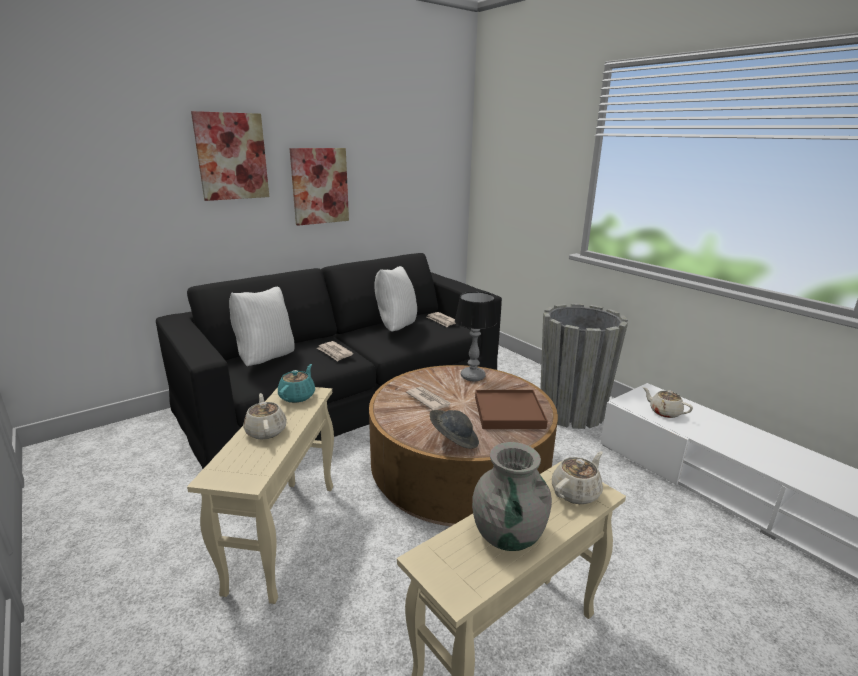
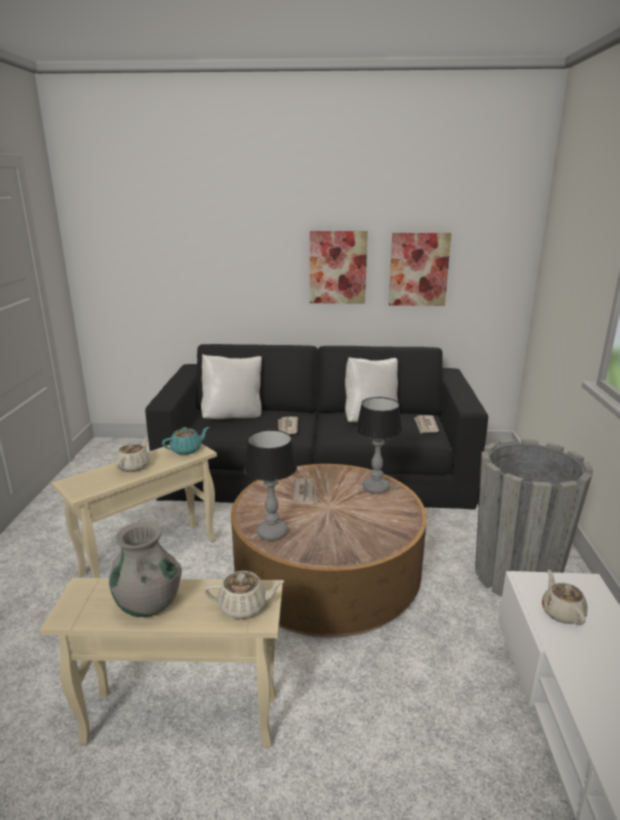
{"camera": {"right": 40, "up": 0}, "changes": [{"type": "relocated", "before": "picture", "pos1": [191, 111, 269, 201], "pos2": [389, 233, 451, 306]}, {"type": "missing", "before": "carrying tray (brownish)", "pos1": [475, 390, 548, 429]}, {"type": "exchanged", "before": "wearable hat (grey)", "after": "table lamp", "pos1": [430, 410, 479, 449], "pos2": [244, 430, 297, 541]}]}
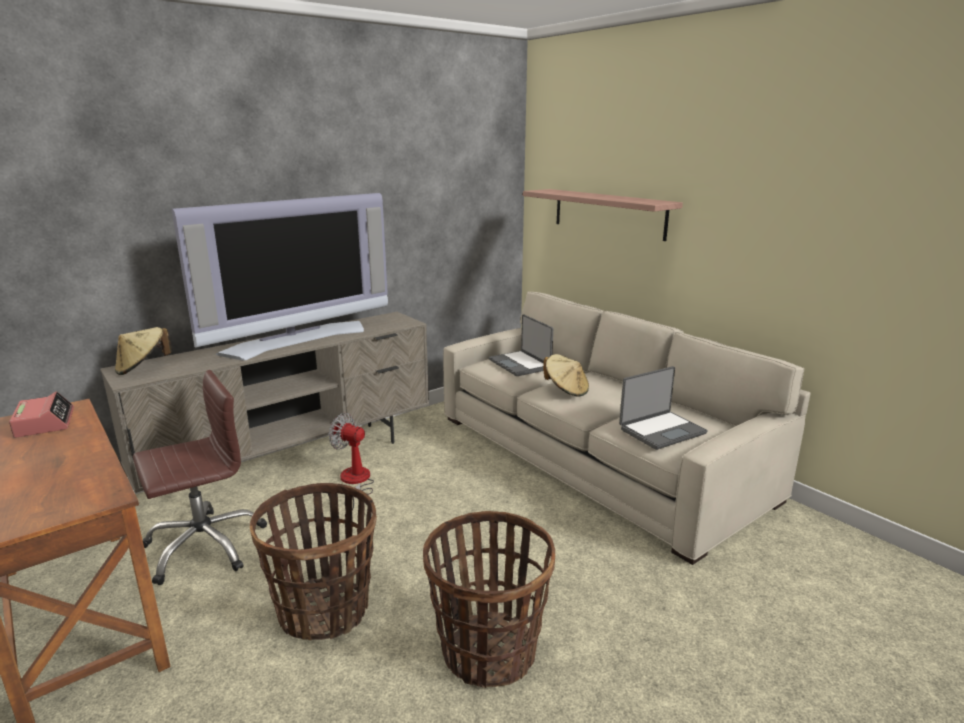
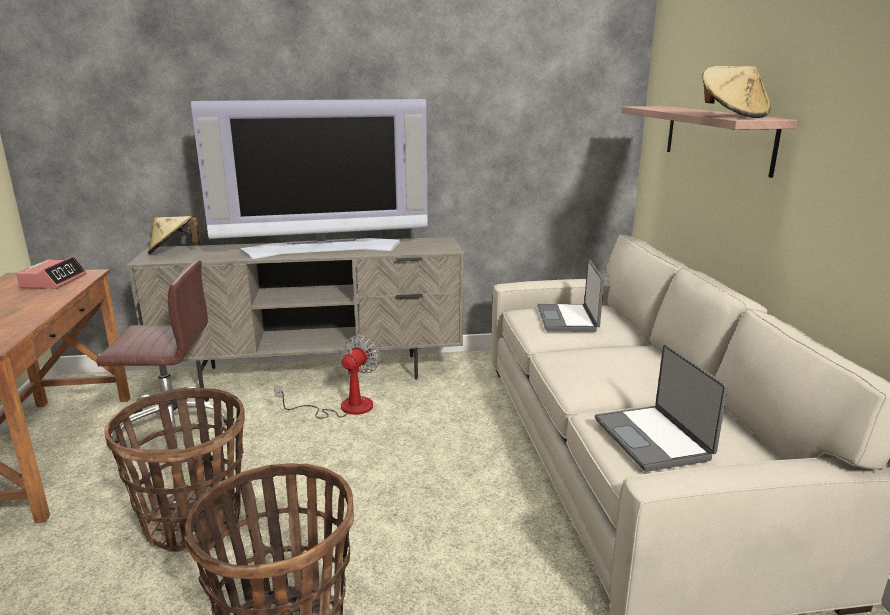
{"camera": {"right": 30, "up": 0}, "changes": [{"type": "relocated", "before": "wearable hat (sand-coloured)", "pos1": [543, 354, 589, 397], "pos2": [702, 66, 771, 118]}, {"type": "spun", "before": "laptop", "pos1": [619, 366, 707, 450], "pos2": [595, 344, 728, 472], "turn": 75}, {"type": "spun", "before": "cooling fan", "pos1": [328, 413, 374, 510], "pos2": [274, 335, 380, 419], "turn": 60}]}
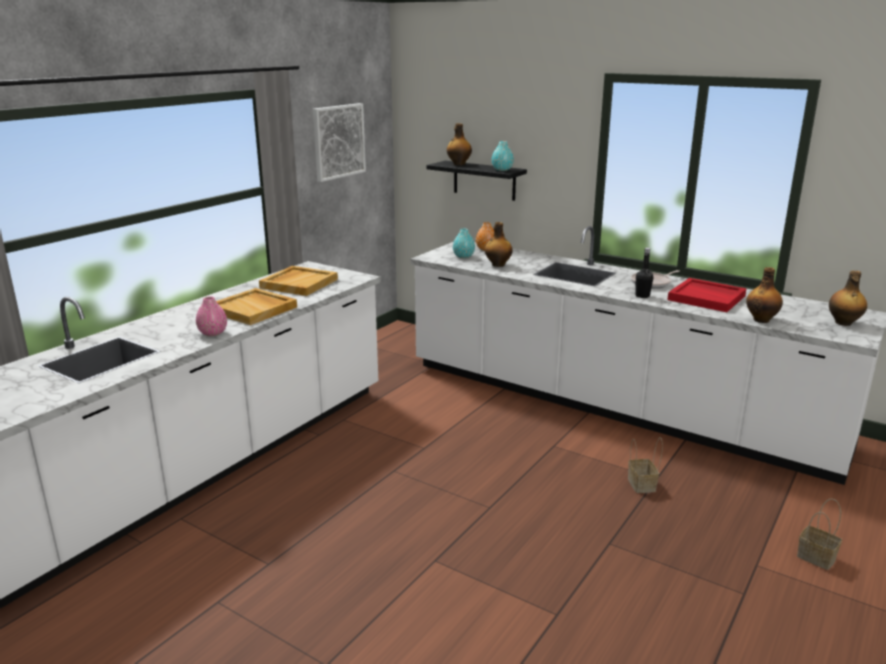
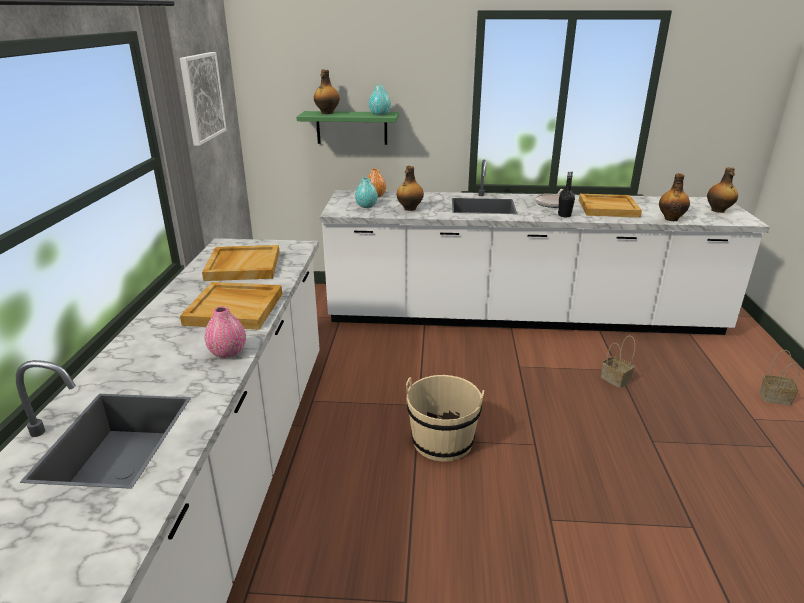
{"camera": {"right": -30, "up": 5}, "changes": [{"type": "colour", "before": "wall shelf (black)", "after": "wall shelf (green)", "pos1": [427, 161, 527, 201], "pos2": [297, 111, 399, 145]}, {"type": "colour", "before": "carrying tray (red)", "after": "carrying tray (sand-coloured)", "pos1": [667, 278, 747, 312], "pos2": [579, 194, 642, 218]}, {"type": "appeared", "after": "bucket (sand-coloured)", "pos2": [406, 375, 484, 462]}]}
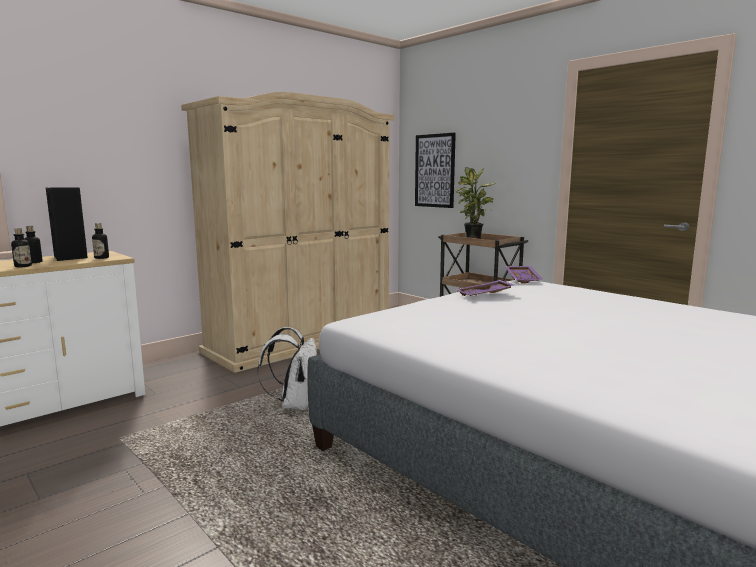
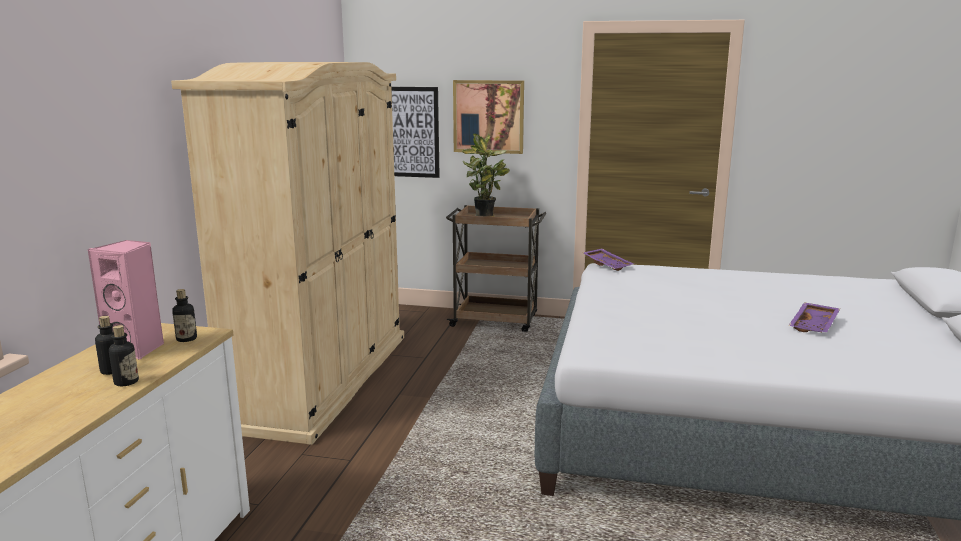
{"camera": {"right": -35, "up": 5}, "changes": [{"type": "colour", "before": "speaker (black)", "after": "speaker (pink-coloured)", "pos1": [46, 187, 88, 261], "pos2": [88, 240, 164, 360]}, {"type": "relocated", "before": "carrying tray (purple)", "pos1": [456, 280, 514, 296], "pos2": [788, 303, 840, 332]}, {"type": "missing", "before": "backpack (white-coloured)", "pos1": [257, 327, 317, 411]}, {"type": "appeared", "after": "picture", "pos2": [453, 80, 524, 154]}]}
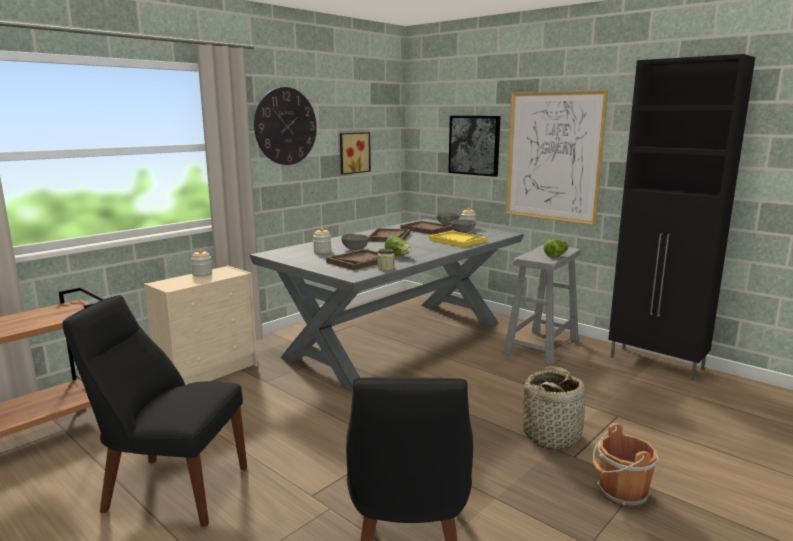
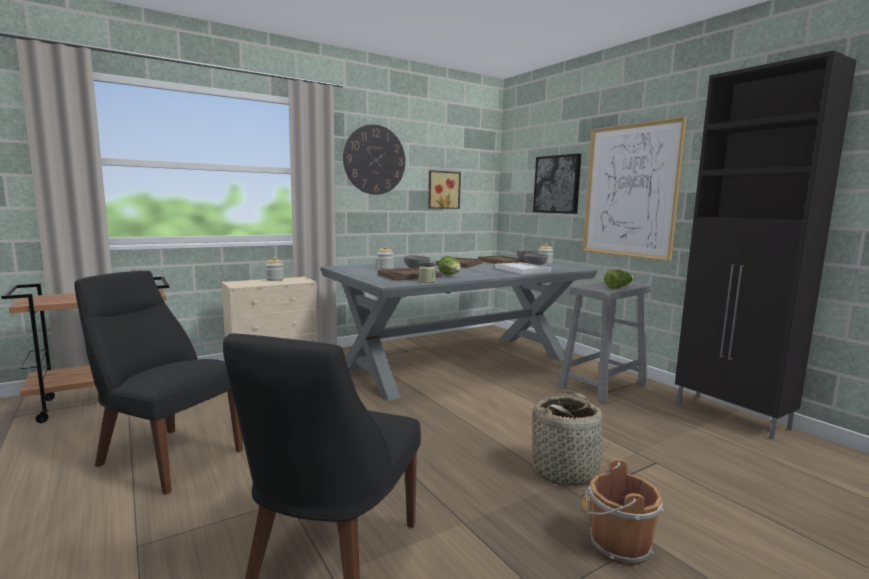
{"camera": {"right": 15, "up": -5}, "changes": [{"type": "colour", "before": "carrying tray (yellow-coloured)", "after": "carrying tray (white-coloured)", "pos1": [429, 231, 487, 247], "pos2": [495, 262, 551, 274]}]}
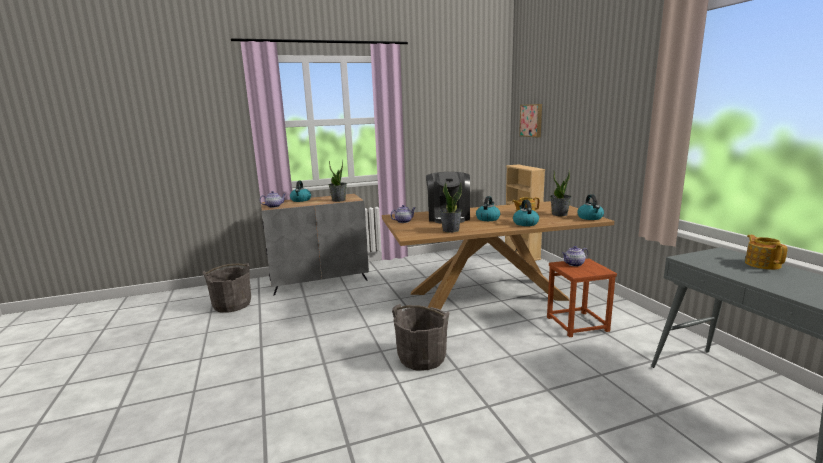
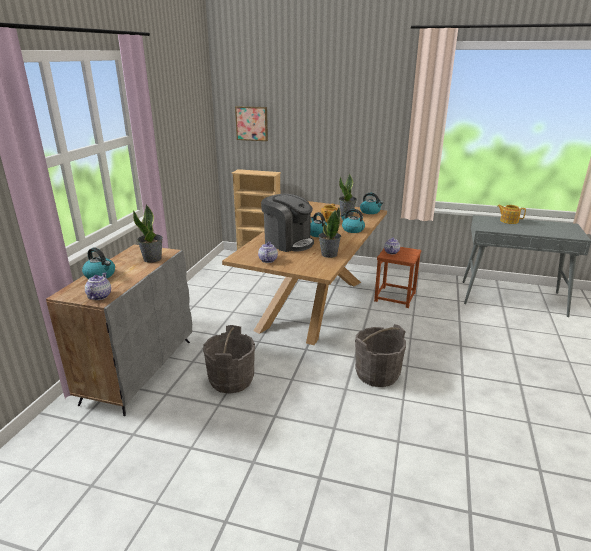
{"camera": {"right": -55, "up": 10}, "changes": [{"type": "relocated", "before": "bucket (grey)", "pos1": [203, 263, 251, 313], "pos2": [203, 325, 255, 394]}]}
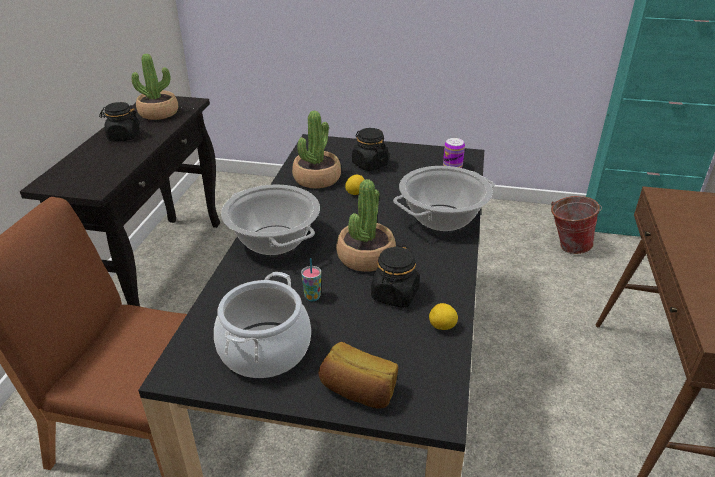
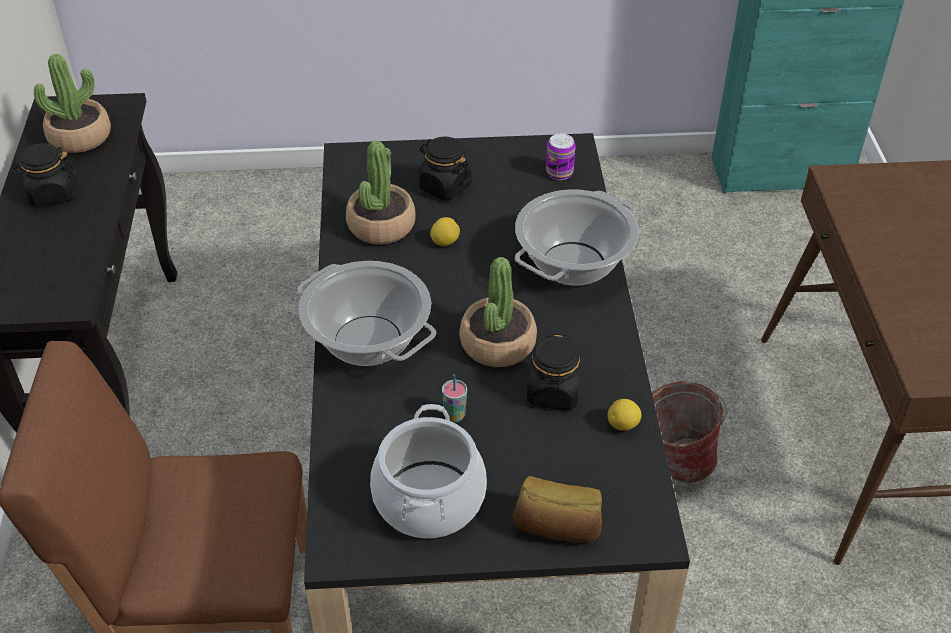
{"camera": {"right": -15, "up": 10}, "changes": [{"type": "relocated", "before": "bucket", "pos1": [551, 196, 602, 254], "pos2": [652, 381, 727, 483]}]}
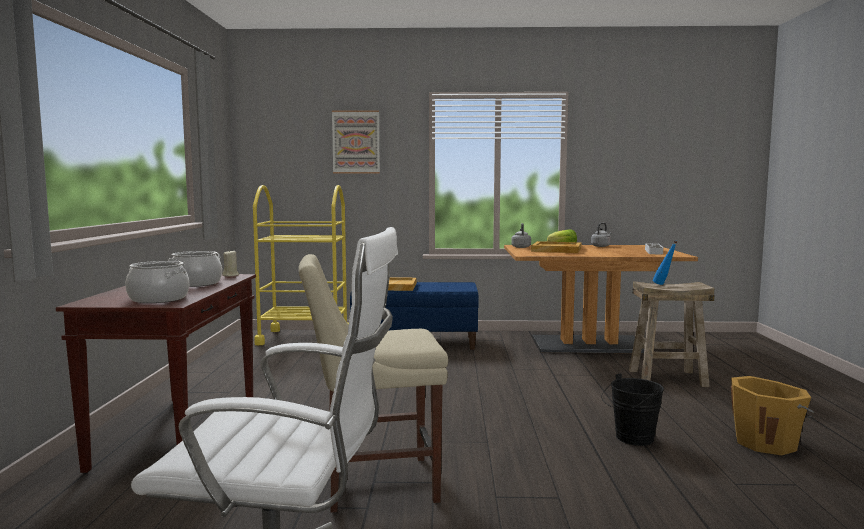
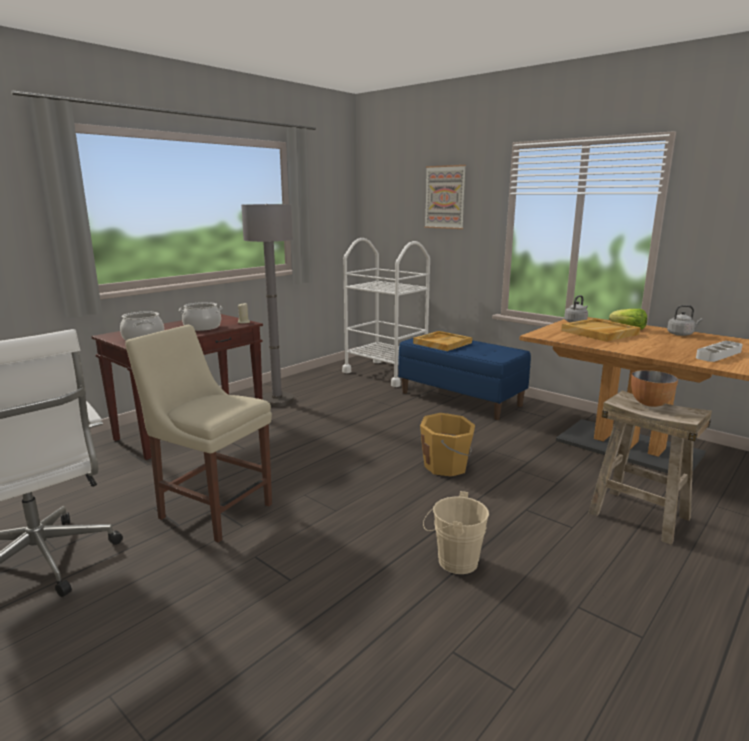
{"camera": {"right": 40, "up": 10}, "changes": [{"type": "colour", "before": "cart (yellow-coloured)", "after": "cart (white-coloured)", "pos1": [253, 185, 349, 345], "pos2": [342, 238, 430, 387]}, {"type": "exchanged", "before": "drink bottle (blue-coloured)", "after": "deep dish", "pos1": [653, 240, 678, 285], "pos2": [631, 370, 678, 407]}, {"type": "colour", "before": "bucket (black)", "after": "bucket (sand-coloured)", "pos1": [601, 374, 664, 446], "pos2": [423, 491, 489, 574]}, {"type": "relocated", "before": "bucket (orangey)", "pos1": [731, 376, 814, 455], "pos2": [420, 413, 475, 477]}, {"type": "appeared", "after": "standing lamp (grey)", "pos2": [241, 204, 294, 407]}]}
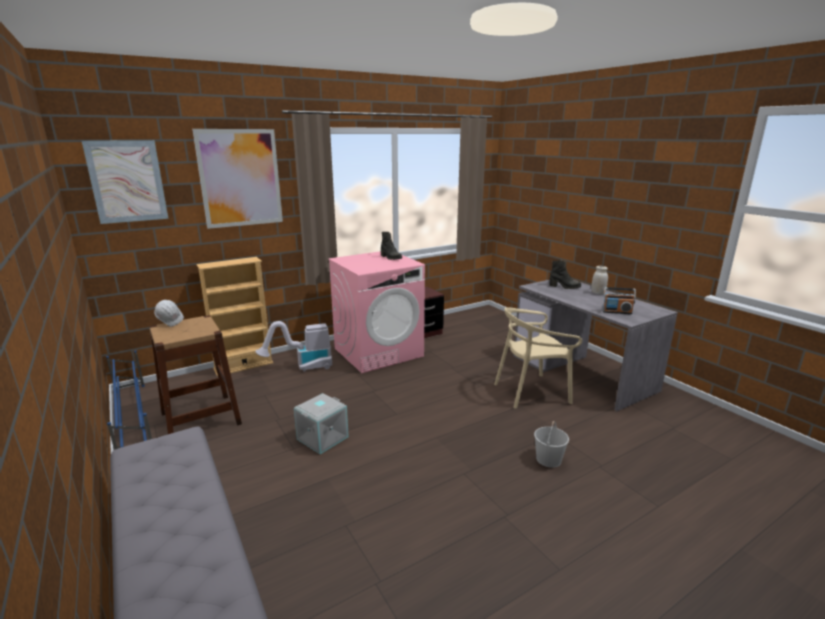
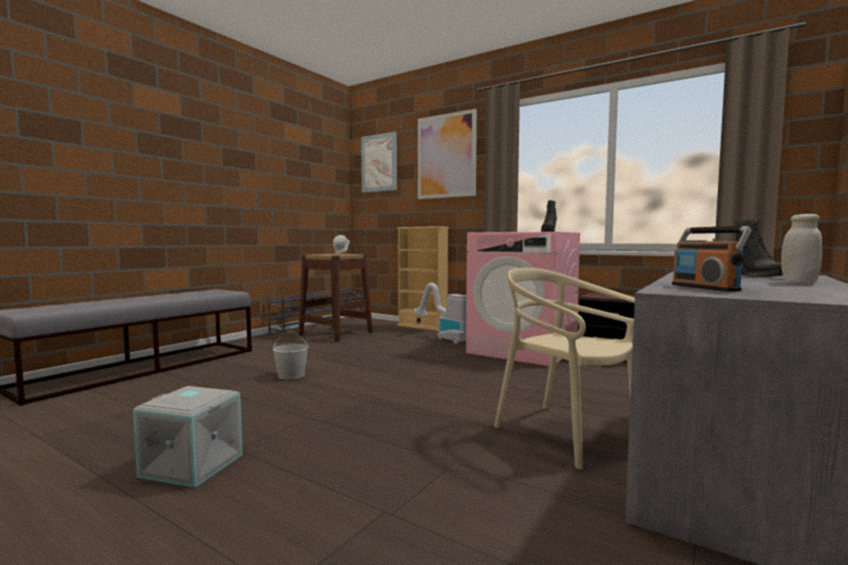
{"camera": {"right": 65, "up": -15}, "changes": [{"type": "relocated", "before": "storage bin (grey)", "pos1": [294, 393, 349, 454], "pos2": [133, 386, 243, 488]}, {"type": "relocated", "before": "bucket (white-coloured)", "pos1": [534, 421, 569, 468], "pos2": [273, 331, 308, 380]}]}
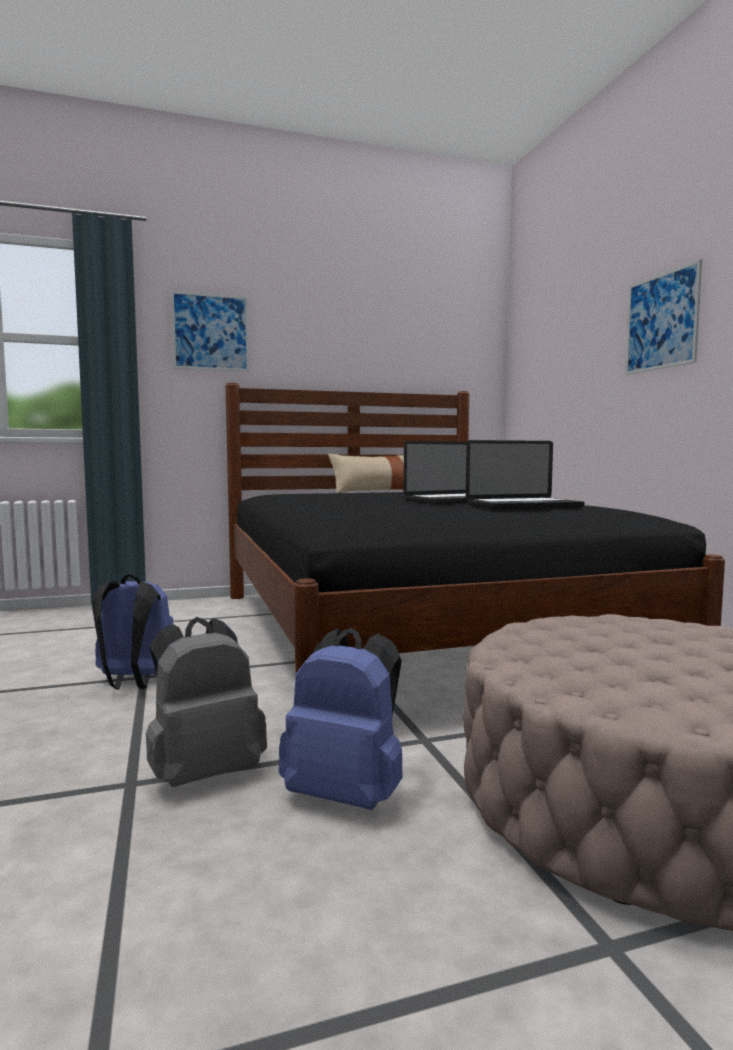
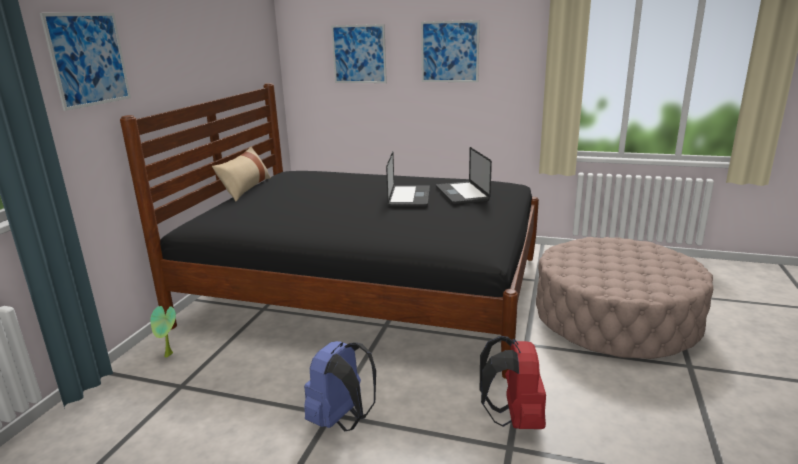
{"camera": {"right": -55, "up": 15}, "changes": [{"type": "spun", "before": "laptop", "pos1": [466, 440, 584, 510], "pos2": [436, 147, 492, 205], "turn": 150}, {"type": "colour", "before": "backpack (grey)", "after": "backpack (red)", "pos1": [146, 617, 267, 787], "pos2": [480, 336, 546, 429]}, {"type": "missing", "before": "backpack (blue-coloured)", "pos1": [279, 628, 403, 810]}, {"type": "appeared", "after": "picture", "pos2": [331, 24, 387, 83]}, {"type": "appeared", "after": "houseplant", "pos2": [150, 306, 176, 358]}]}
